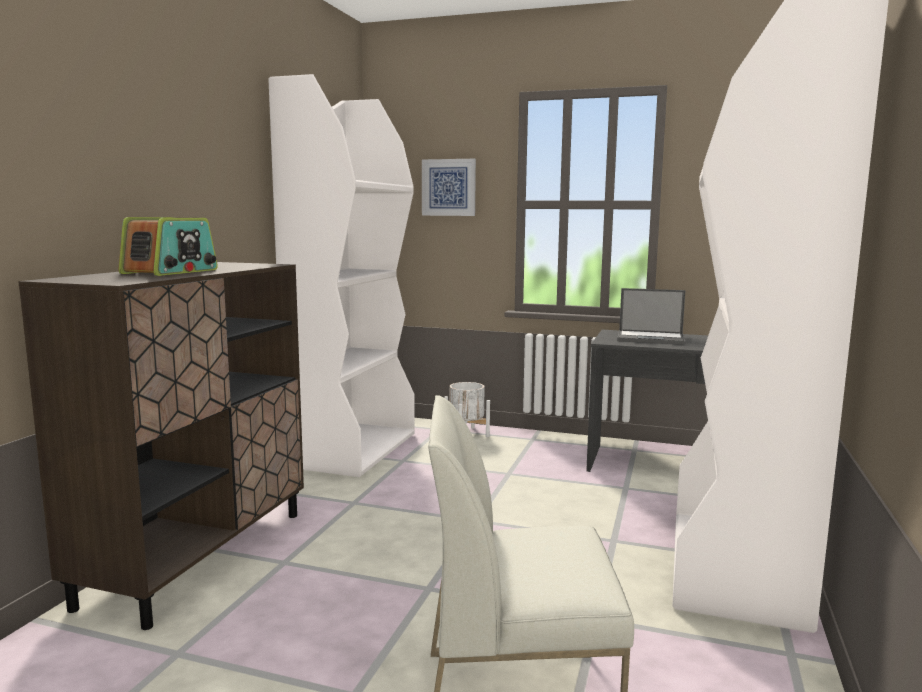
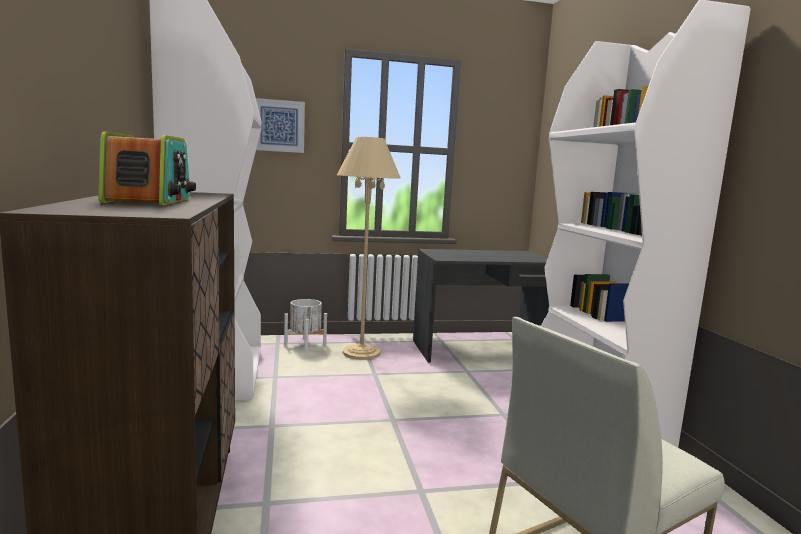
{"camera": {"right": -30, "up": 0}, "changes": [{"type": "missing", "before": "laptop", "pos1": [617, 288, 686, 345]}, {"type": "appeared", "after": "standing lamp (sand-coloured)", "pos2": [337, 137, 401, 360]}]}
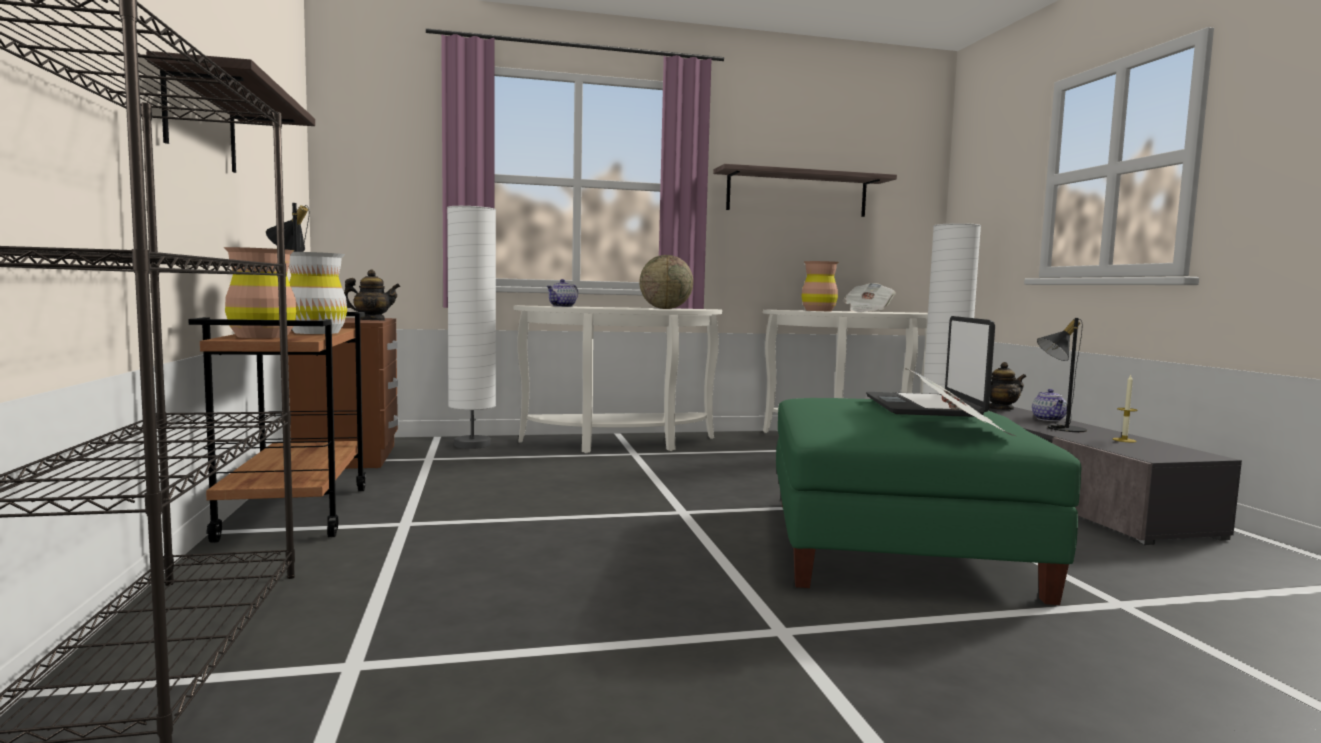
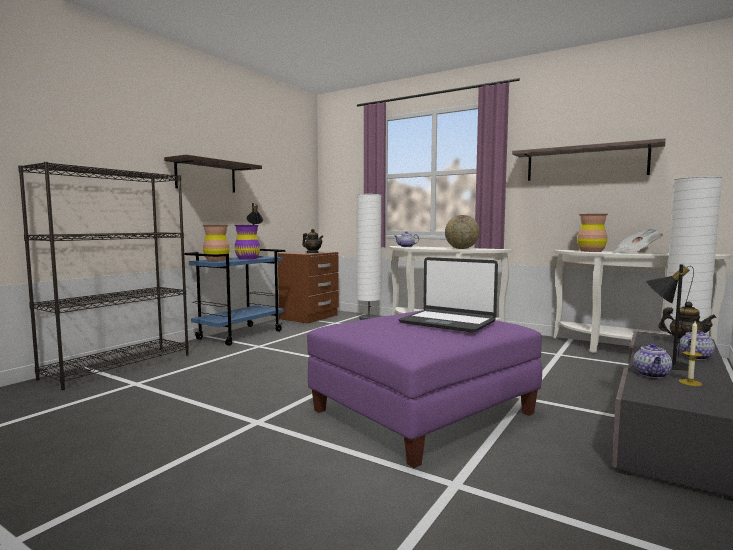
{"camera": {"right": 45, "up": 0}, "changes": [{"type": "colour", "before": "flower vase (white-coloured)", "after": "flower vase (purple)", "pos1": [289, 252, 347, 334], "pos2": [235, 225, 260, 260]}, {"type": "colour", "before": "cart (brownish)", "after": "cart (blue-coloured)", "pos1": [188, 312, 366, 543], "pos2": [184, 249, 285, 346]}, {"type": "spun", "before": "laptop", "pos1": [866, 316, 995, 417], "pos2": [399, 257, 498, 333], "turn": -105}, {"type": "missing", "before": "printed paper", "pos1": [905, 368, 1016, 436]}, {"type": "colour", "before": "ottoman (green)", "after": "ottoman (purple)", "pos1": [776, 398, 1082, 605], "pos2": [307, 310, 542, 468]}, {"type": "appeared", "after": "tea pot", "pos2": [633, 343, 672, 378]}]}
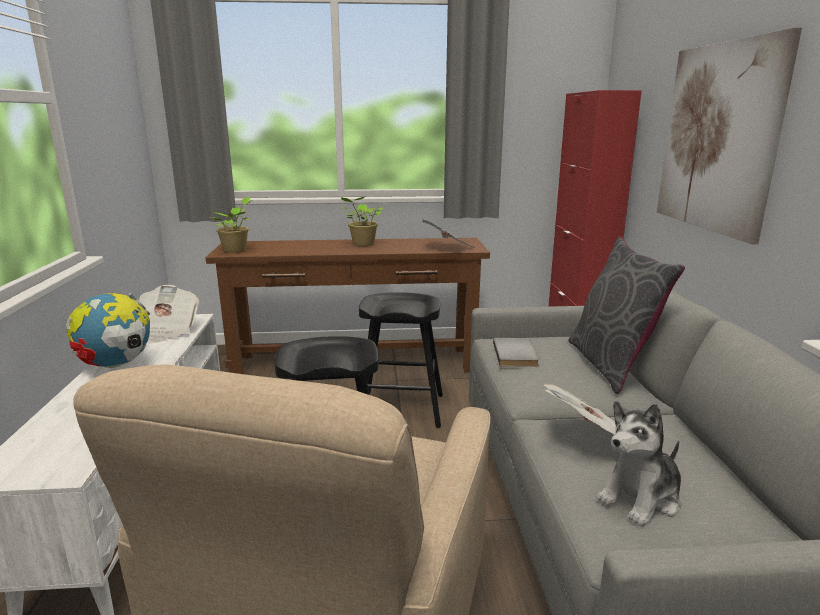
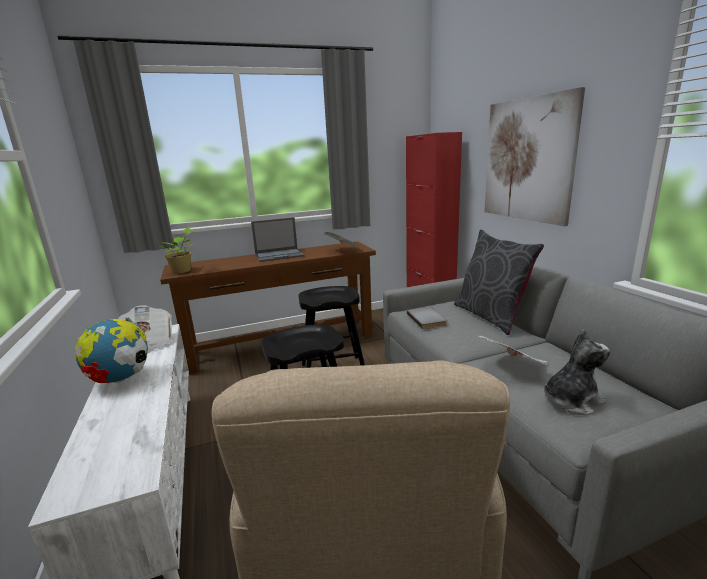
{"camera": {"right": -15, "up": 0}, "changes": [{"type": "exchanged", "before": "houseplant", "after": "laptop", "pos1": [340, 197, 383, 246], "pos2": [251, 218, 305, 262]}, {"type": "spun", "before": "soft toy", "pos1": [596, 401, 681, 526], "pos2": [544, 329, 610, 415], "turn": -150}]}
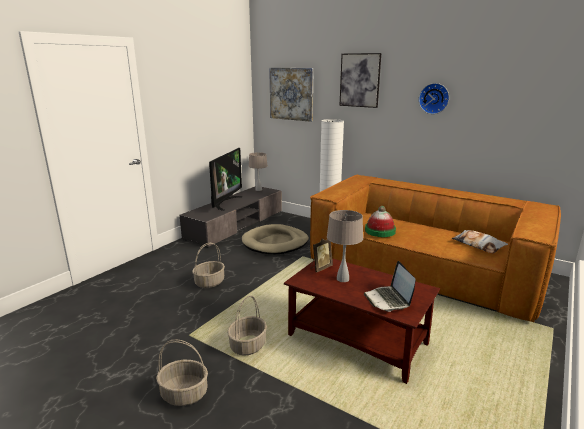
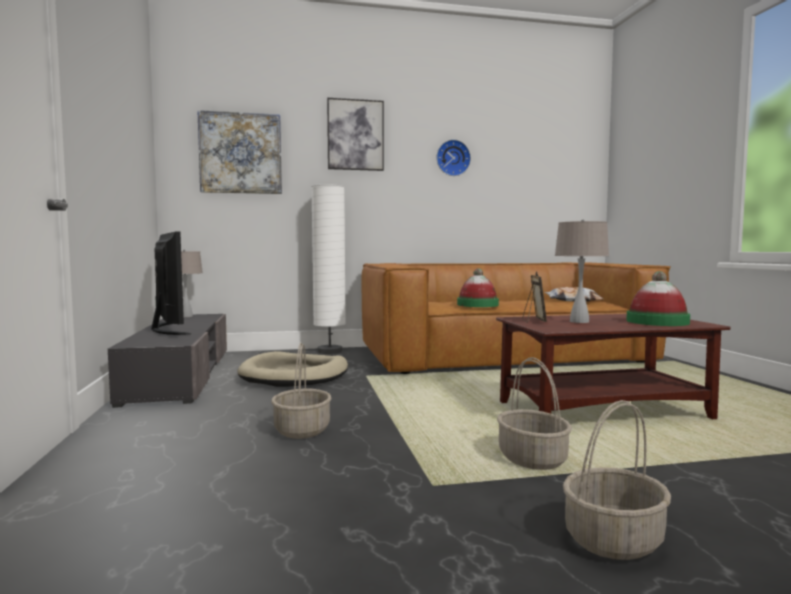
{"camera": {"right": -45, "up": -15}, "changes": [{"type": "exchanged", "before": "laptop", "after": "wearable hat", "pos1": [364, 261, 416, 312], "pos2": [626, 271, 690, 326]}]}
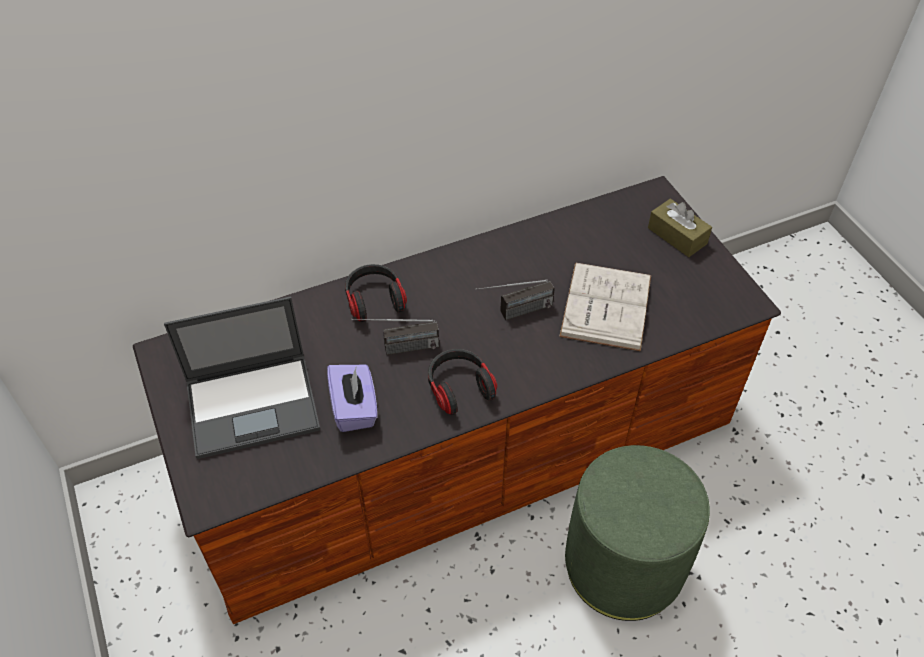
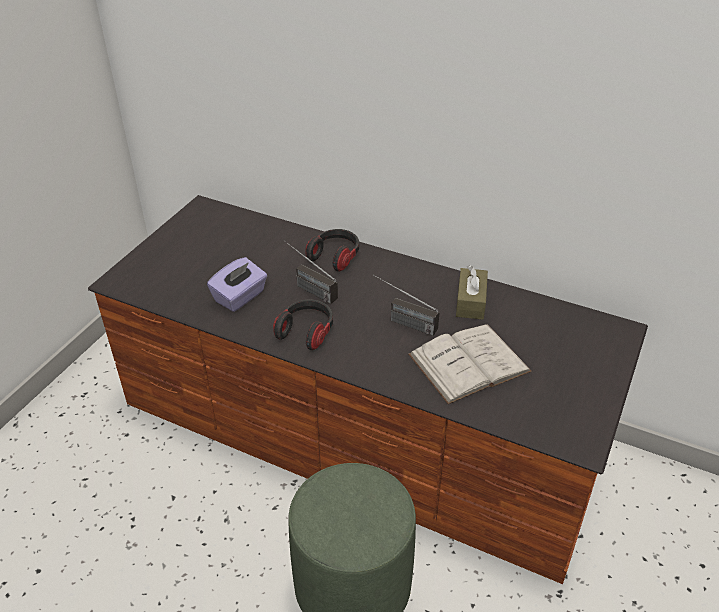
{"camera": {"right": 50, "up": -10}, "changes": [{"type": "relocated", "before": "tissue holder (brownish)", "pos1": [648, 199, 712, 257], "pos2": [456, 265, 488, 320]}, {"type": "missing", "before": "laptop", "pos1": [164, 297, 320, 459]}]}
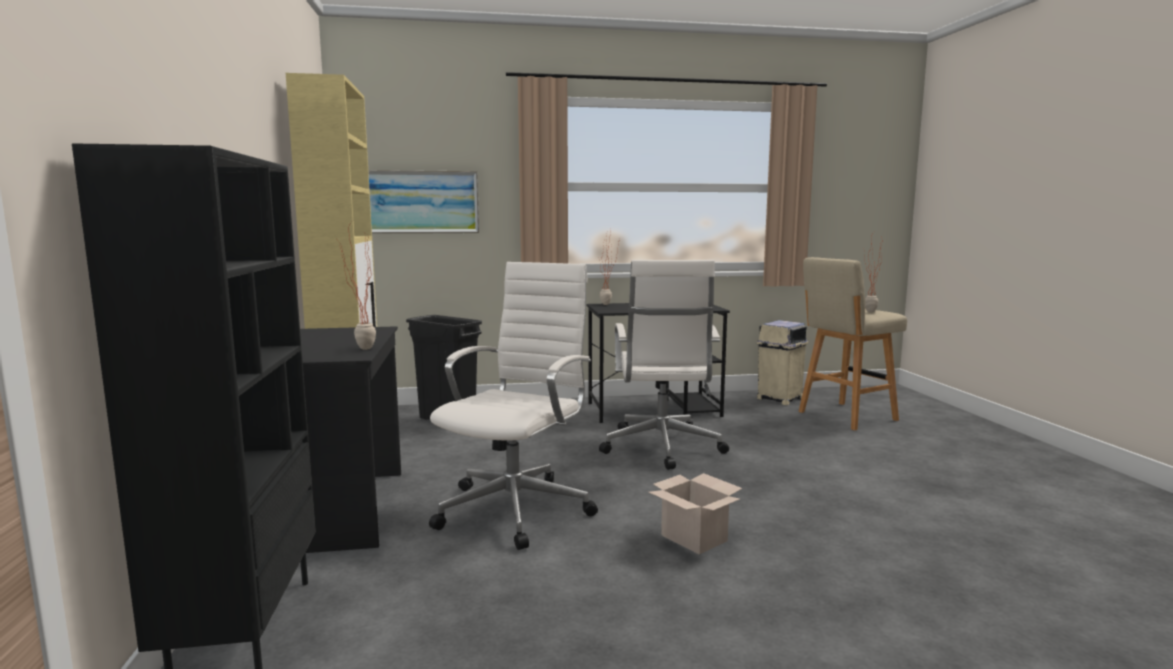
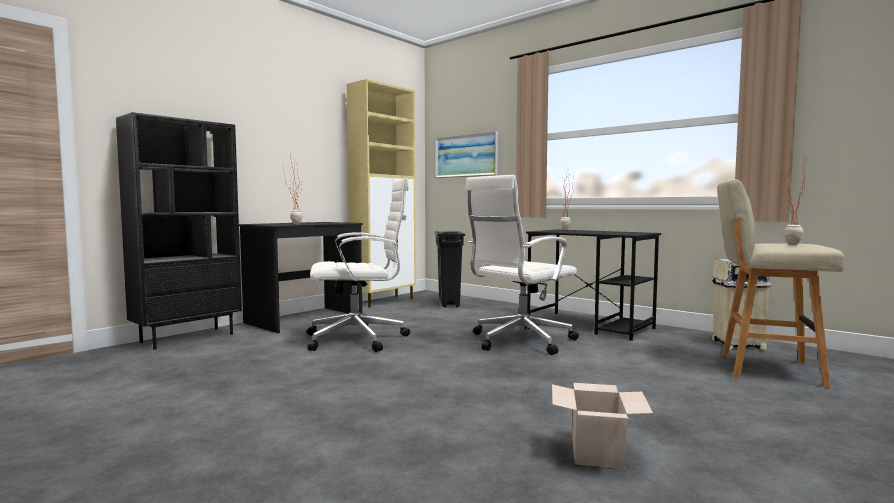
{"camera": {"right": 50, "up": -5}, "changes": [{"type": "relocated", "before": "packing box", "pos1": [649, 473, 742, 554], "pos2": [552, 383, 653, 469]}]}
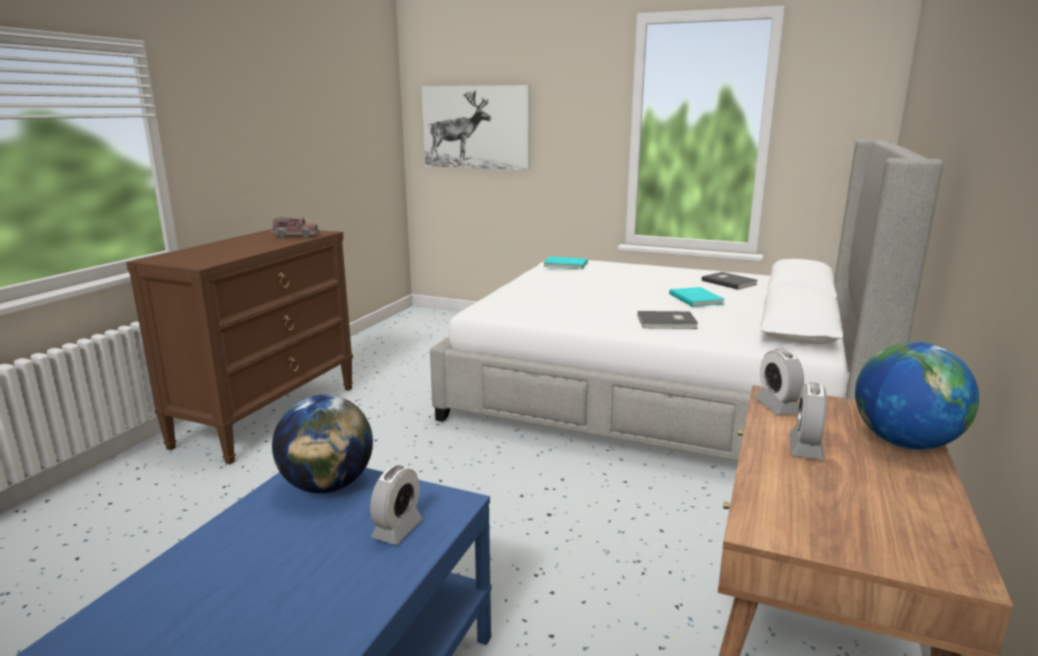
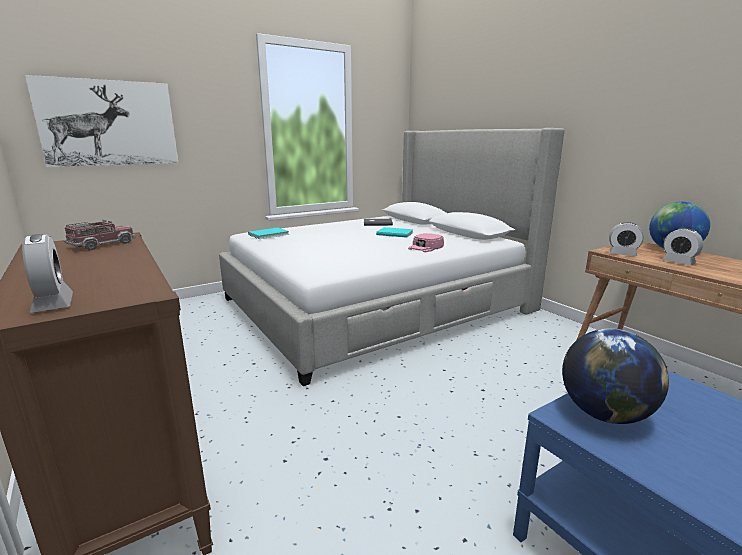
{"camera": {"right": -55, "up": 0}, "changes": [{"type": "exchanged", "before": "bound book (grey)", "after": "baseball cap (pink-coloured)", "pos1": [638, 311, 698, 329], "pos2": [408, 233, 444, 252]}, {"type": "relocated", "before": "alarm clock", "pos1": [370, 465, 423, 545], "pos2": [22, 234, 73, 313]}]}
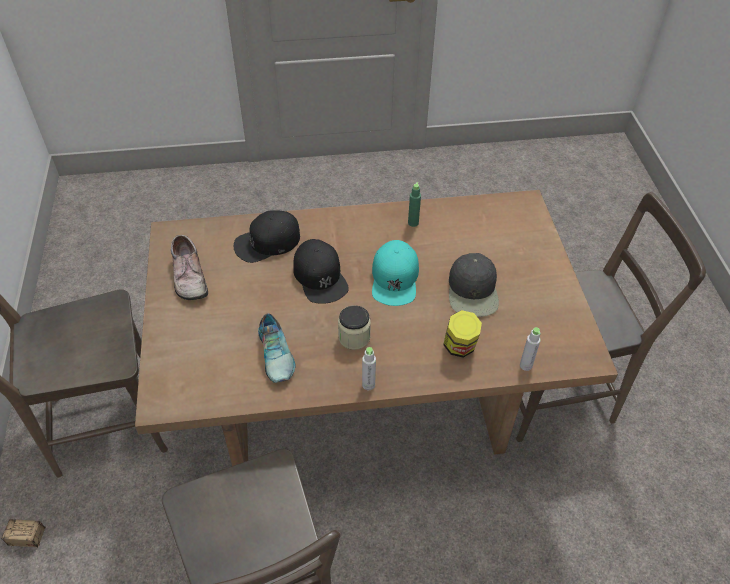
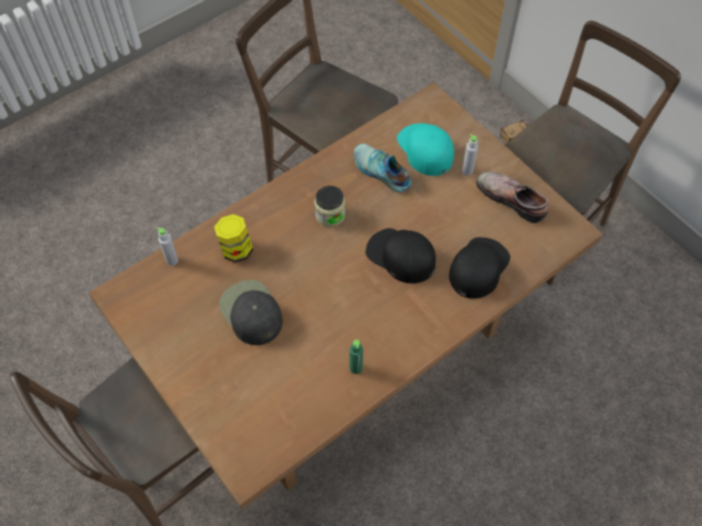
{"camera": {"right": 150, "up": 10}, "changes": [{"type": "relocated", "before": "baseball cap (turquoise-coloured)", "pos1": [372, 240, 419, 306], "pos2": [397, 123, 454, 176]}, {"type": "relocated", "before": "drink bottle (grey)", "pos1": [362, 347, 376, 390], "pos2": [462, 134, 478, 175]}]}
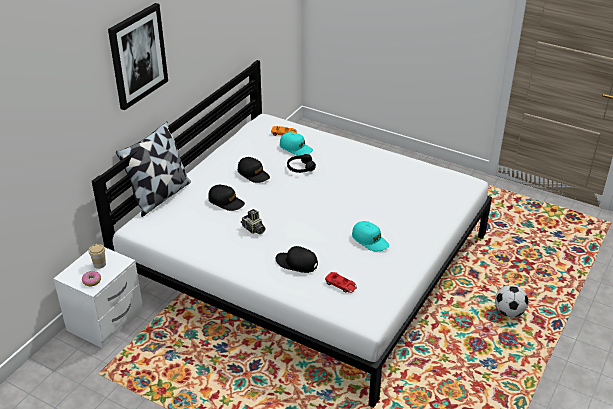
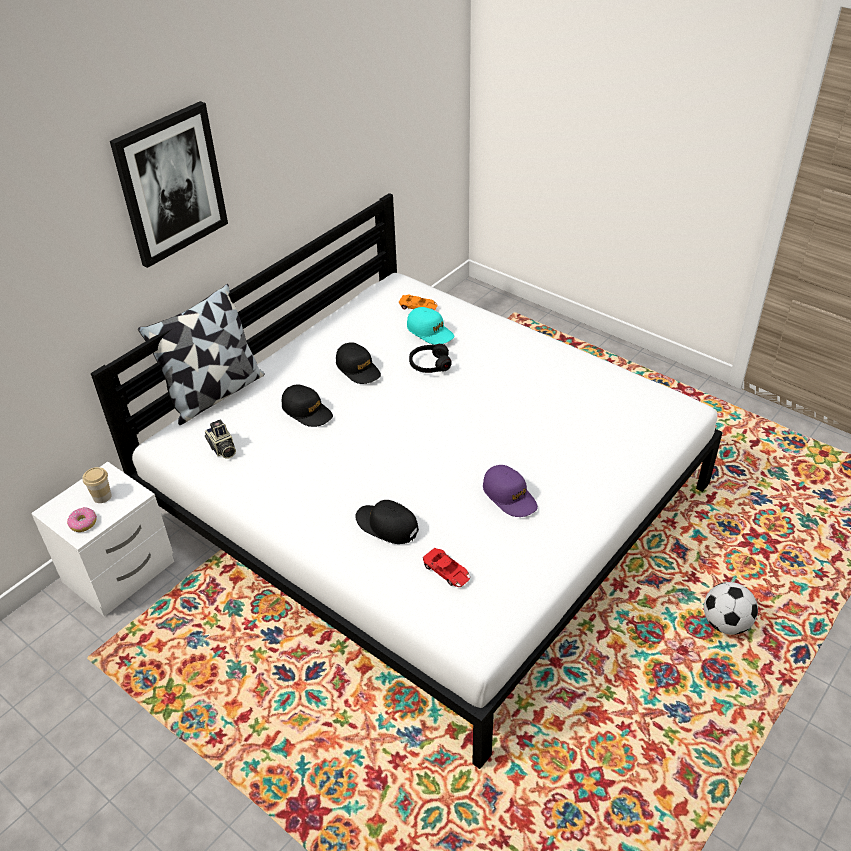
{"camera": {"right": 10, "up": 5}, "changes": [{"type": "relocated", "before": "photo camera", "pos1": [241, 209, 266, 234], "pos2": [204, 420, 236, 459]}, {"type": "colour", "before": "baseball cap (turquoise-coloured)", "after": "baseball cap (purple)", "pos1": [352, 221, 389, 251], "pos2": [483, 465, 538, 517]}]}
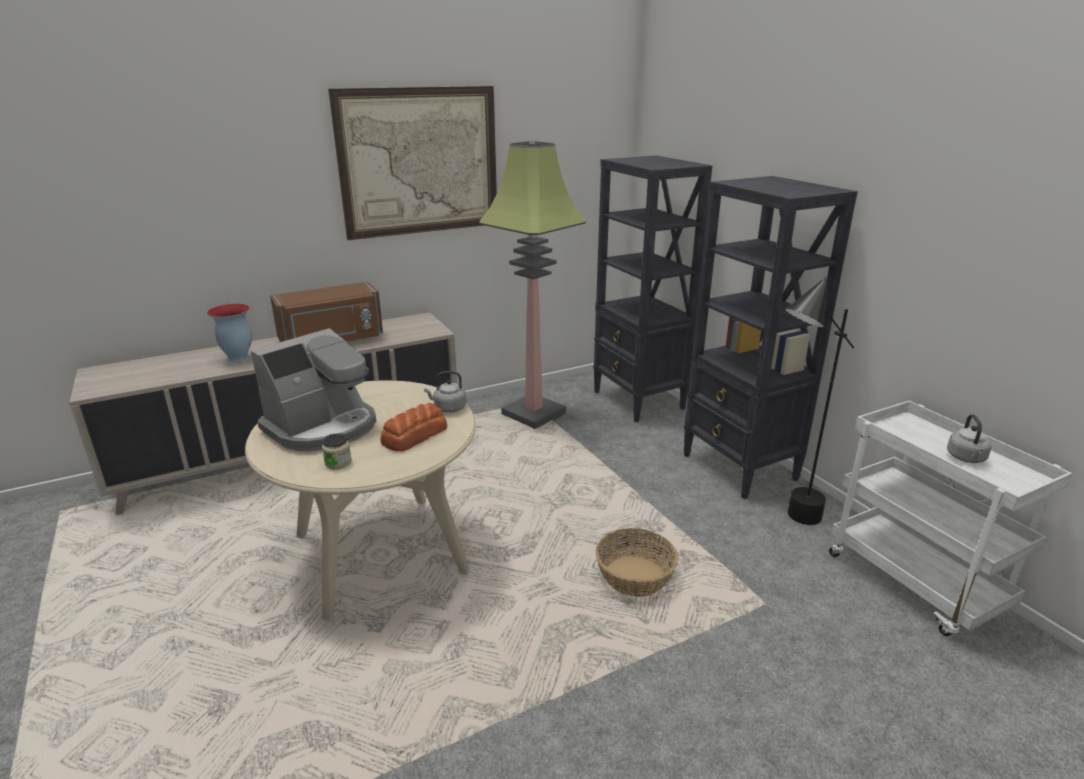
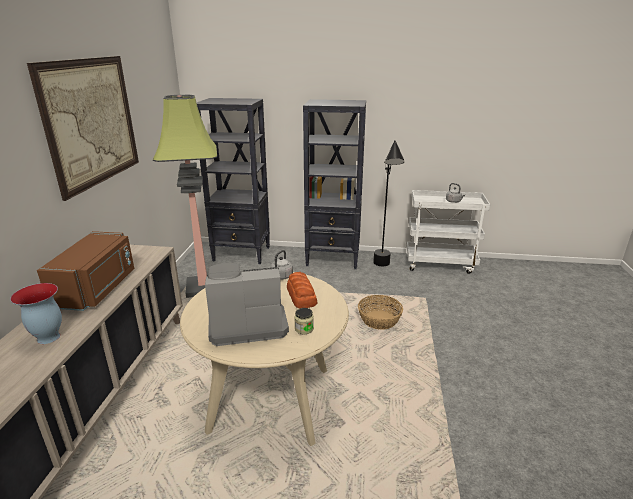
{"camera": {"right": -55, "up": 0}, "changes": [{"type": "spun", "before": "coffee brewer", "pos1": [251, 328, 376, 451], "pos2": [205, 263, 289, 346], "turn": -90}]}
